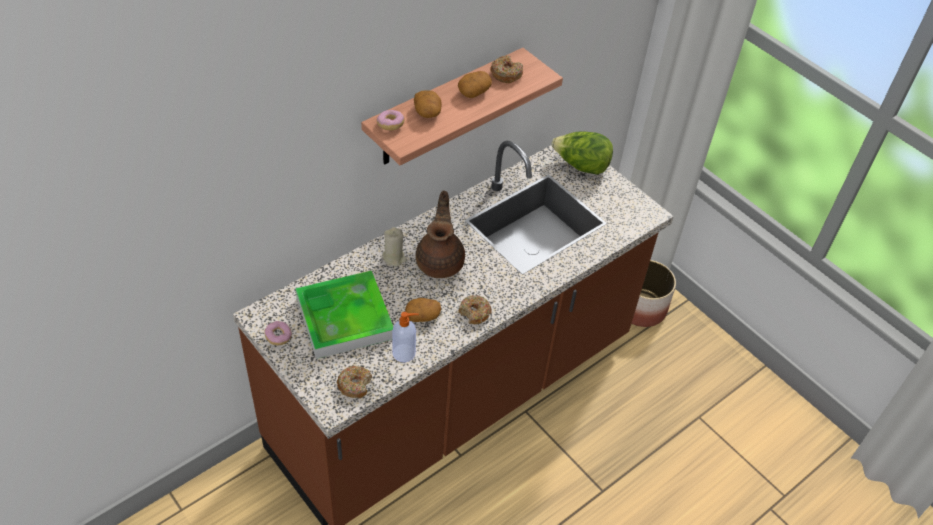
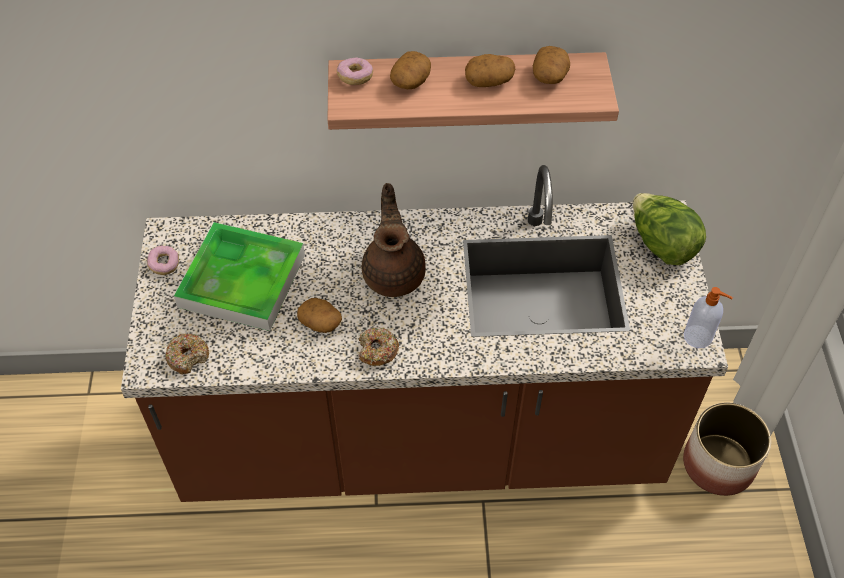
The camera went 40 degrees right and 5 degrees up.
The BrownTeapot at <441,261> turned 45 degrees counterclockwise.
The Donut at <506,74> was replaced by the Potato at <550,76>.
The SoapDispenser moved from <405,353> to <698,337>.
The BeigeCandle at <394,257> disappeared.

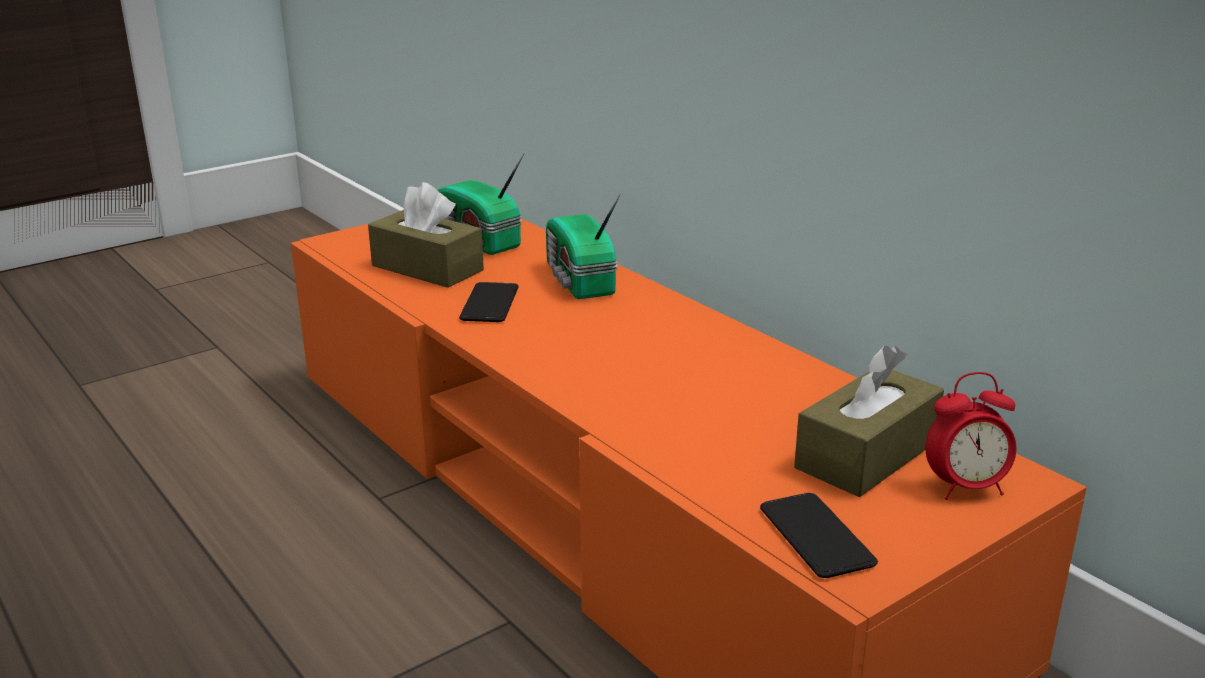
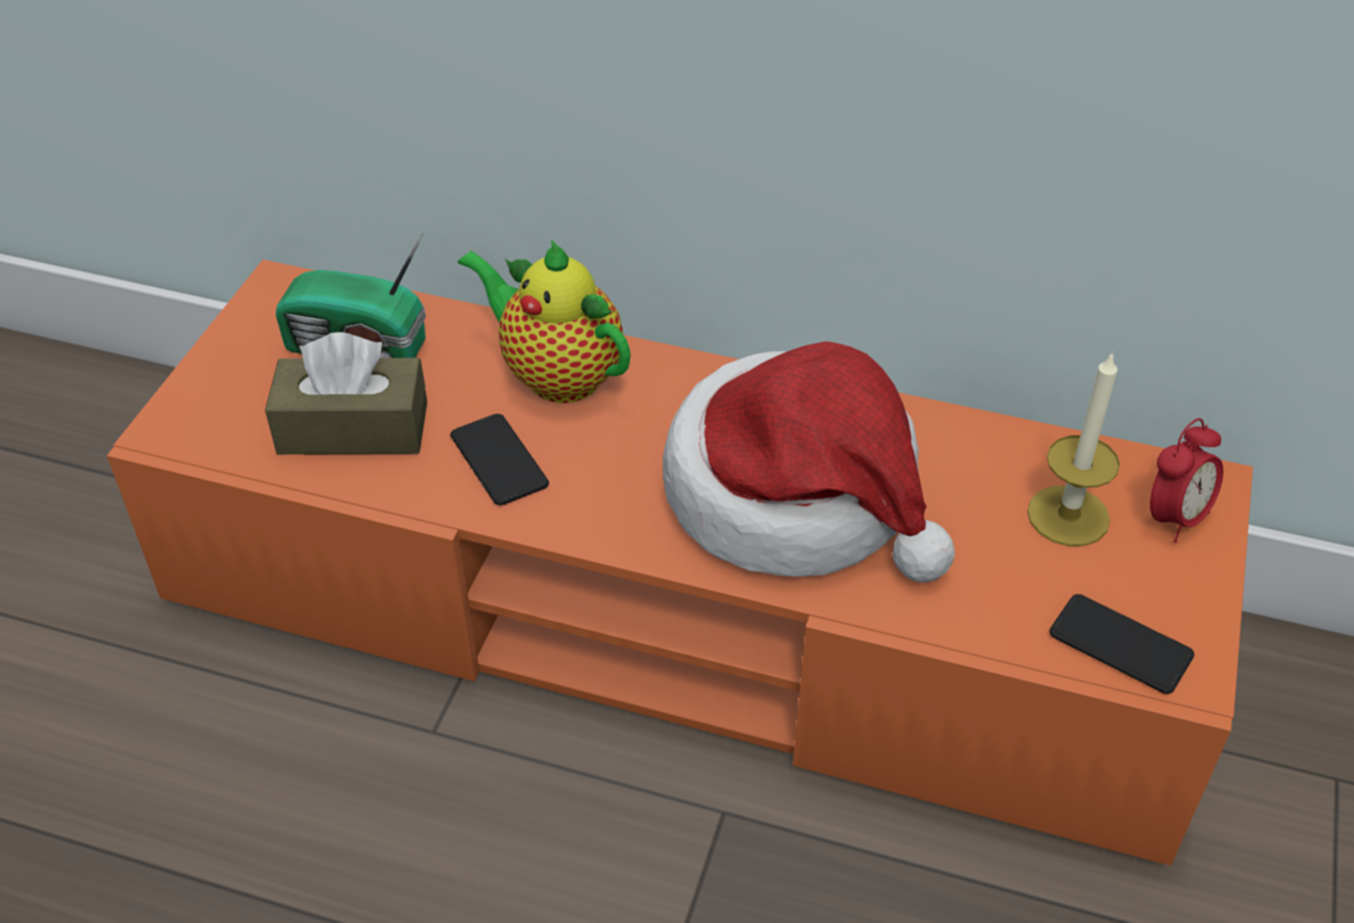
The camera went 35 degrees left and 20 degrees up.
The Radio at <578,281> was replaced by the Teapot at <556,374>.
The Hat at <798,496> appeared.
The BrownTissueBox at <866,455> was replaced by the Candle at <1068,516>.

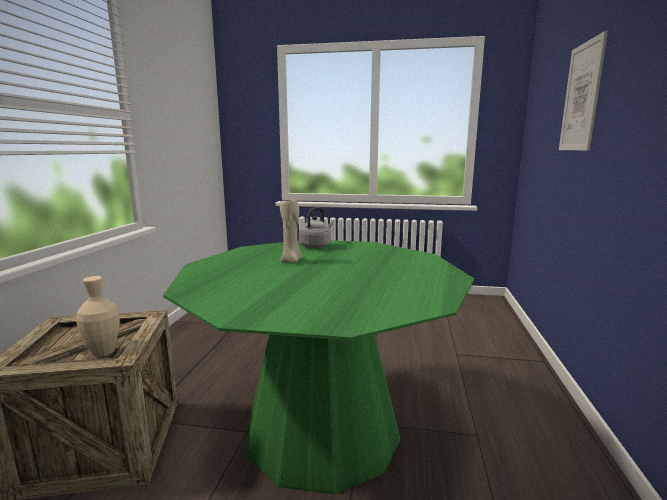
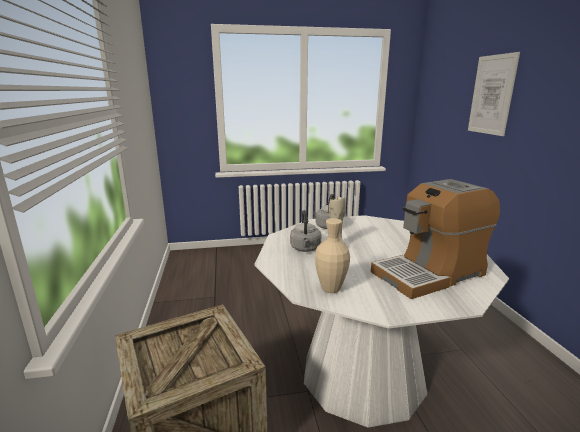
The camera went 20 degrees left and 5 degrees up.
The GreenDiningTable at <322,431> became the WhiteDiningTable at <363,374>.
The GreyKettle at <305,249> appeared.
The BeigeVase moved from <103,352> to <331,289>.
The CoffeeMachine at <429,273> appeared.

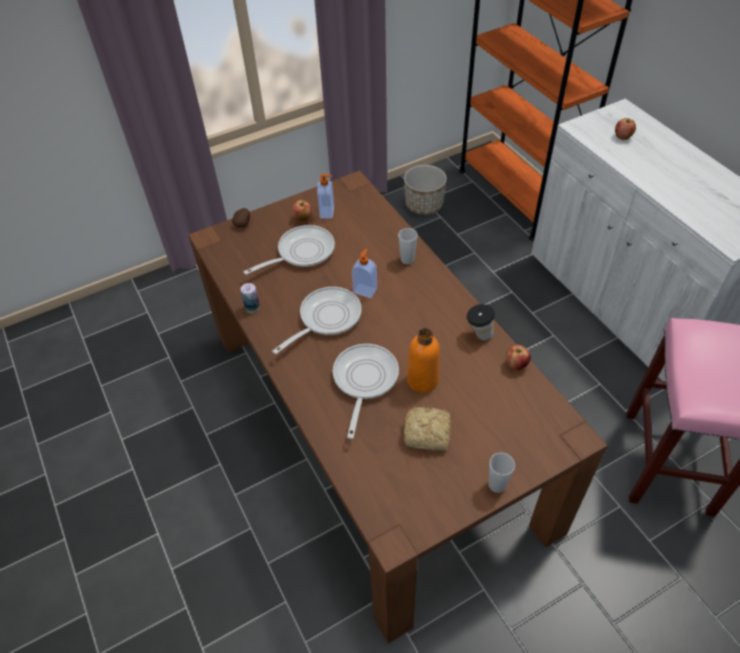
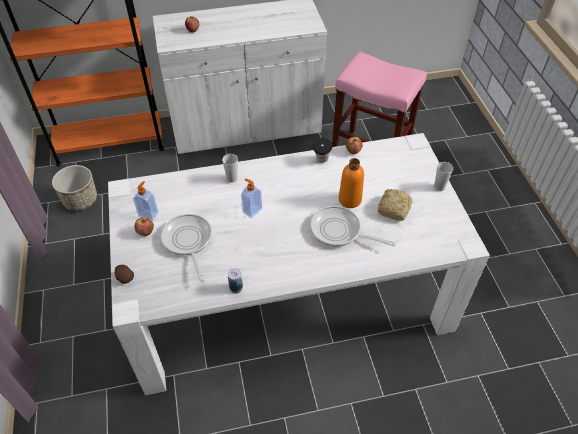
The camera went 75 degrees left and 0 degrees up.
The BrownDiningTable at <374,425> became the WhiteDiningTable at <288,295>.
The FryingPan at <326,319> disappeared.

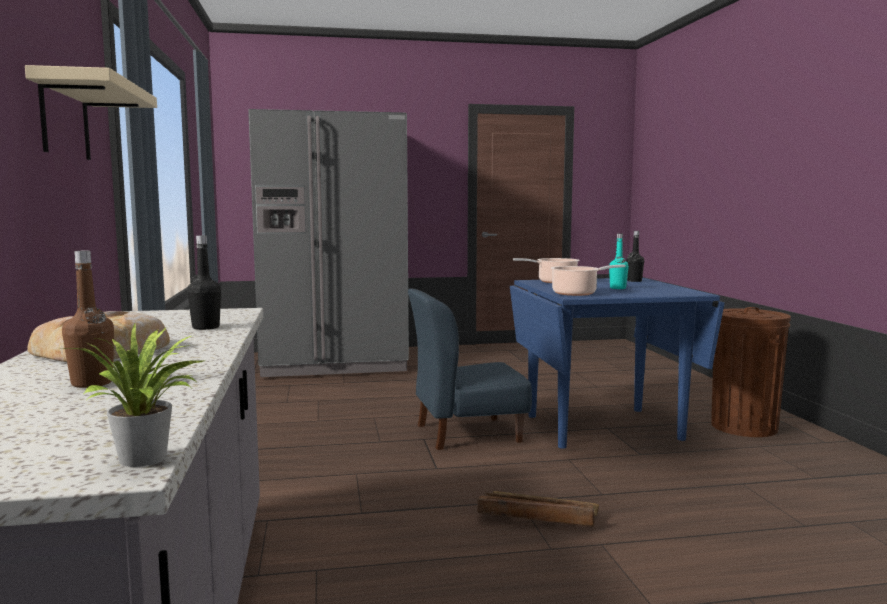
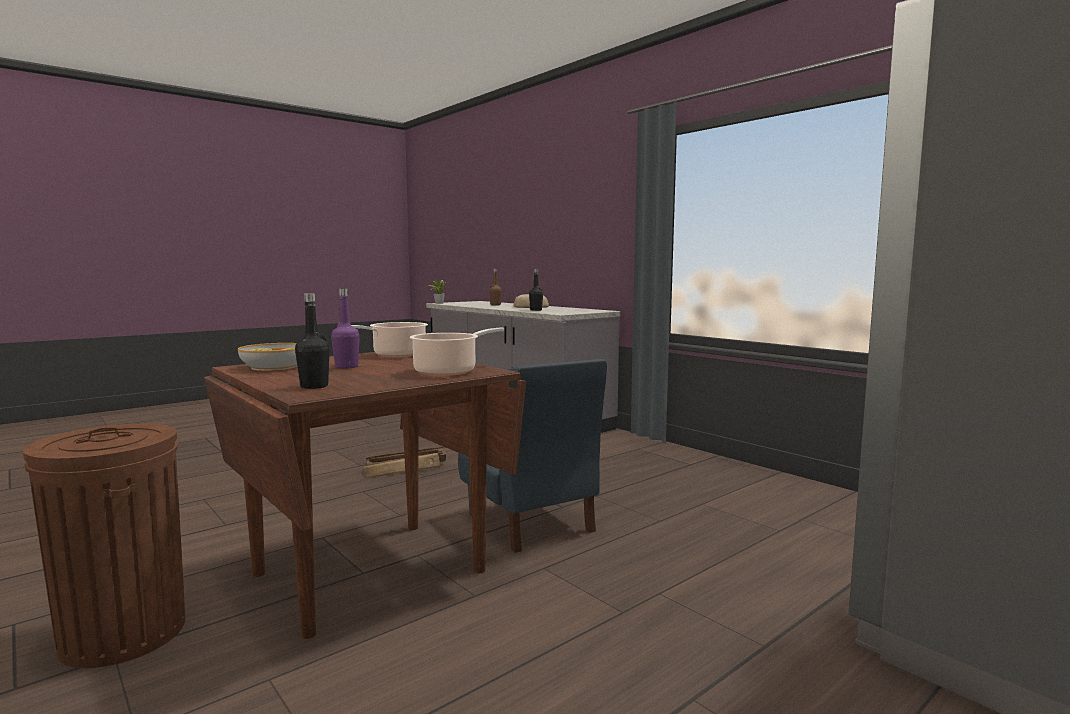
The camera went 150 degrees right and 0 degrees up.
The BlueDiningTable at <602,427> became the BrownDiningTable at <370,573>.
The Bowl at <275,367> appeared.
The TurquoiseBottle at <618,288> became the PurpleBottle at <346,367>.
The BlueChair at <467,433> turned 105 degrees clockwise.
The BeigeShelf at <65,119> disappeared.

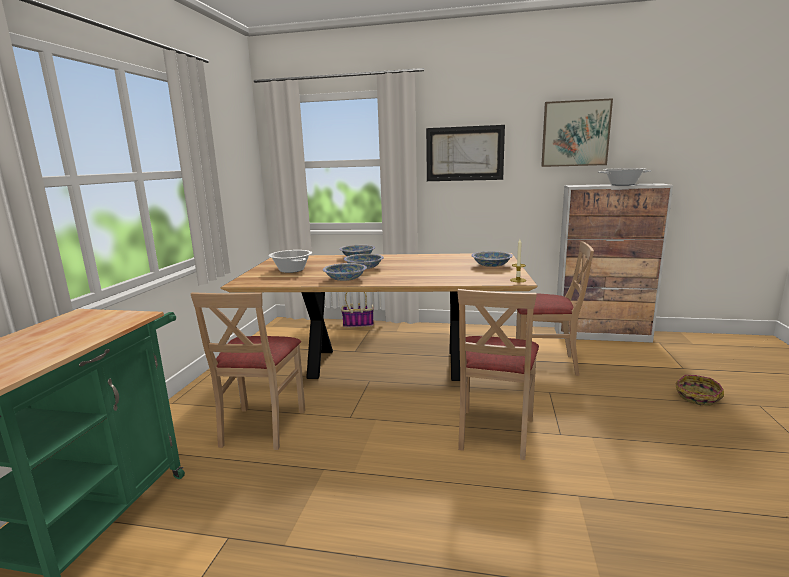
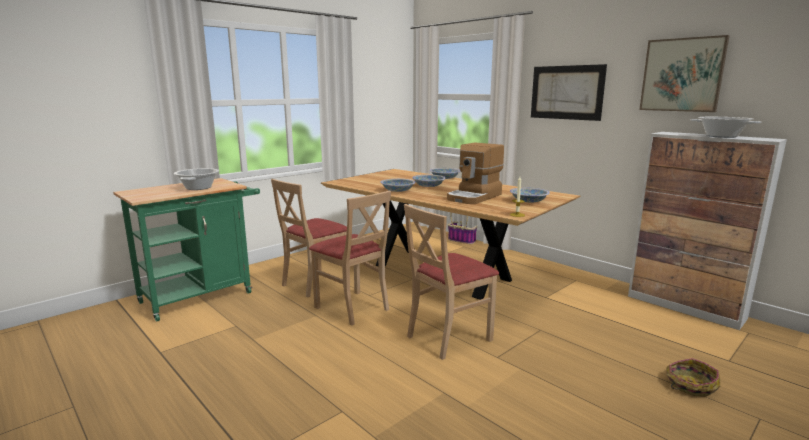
The camera went 35 degrees right and 0 degrees up.
The CookingPot moved from <292,270> to <199,188>.
The BeigeChair moved from <545,364> to <352,308>.
The CoffeeMachine at <474,197> appeared.

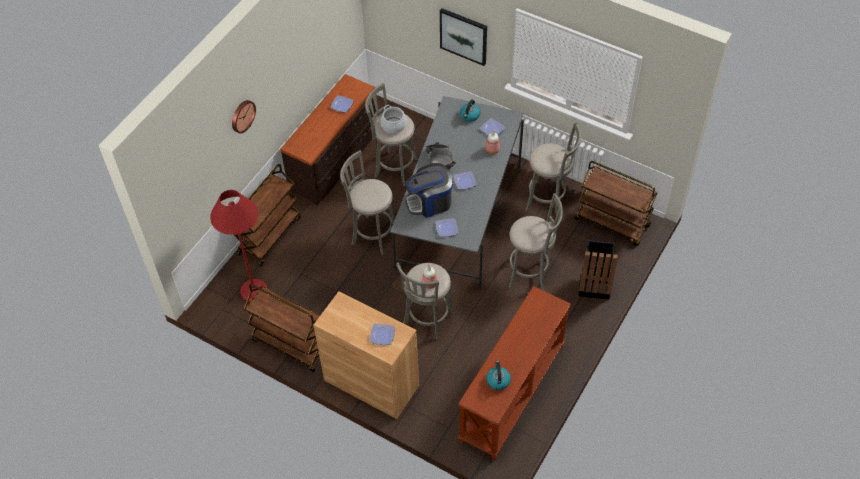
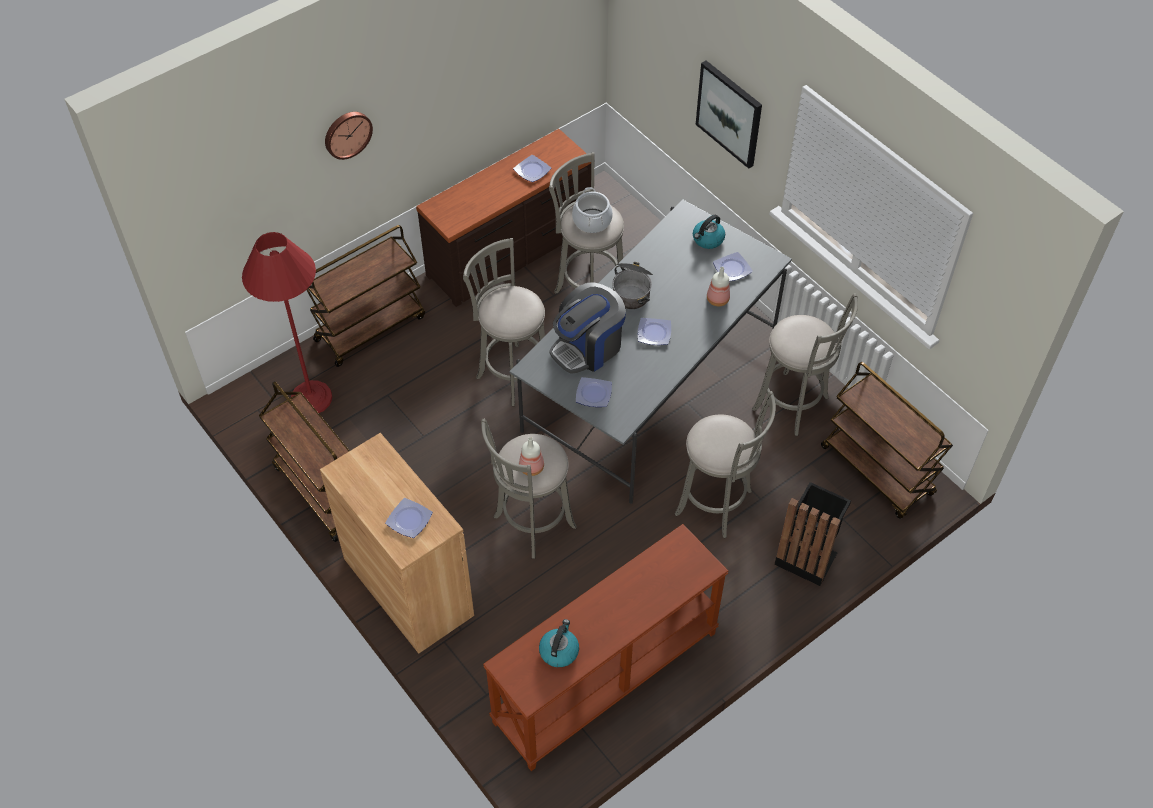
The camera went 20 degrees right and 0 degrees up.
The CoffeeMachine at <430,202> turned 45 degrees counterclockwise.

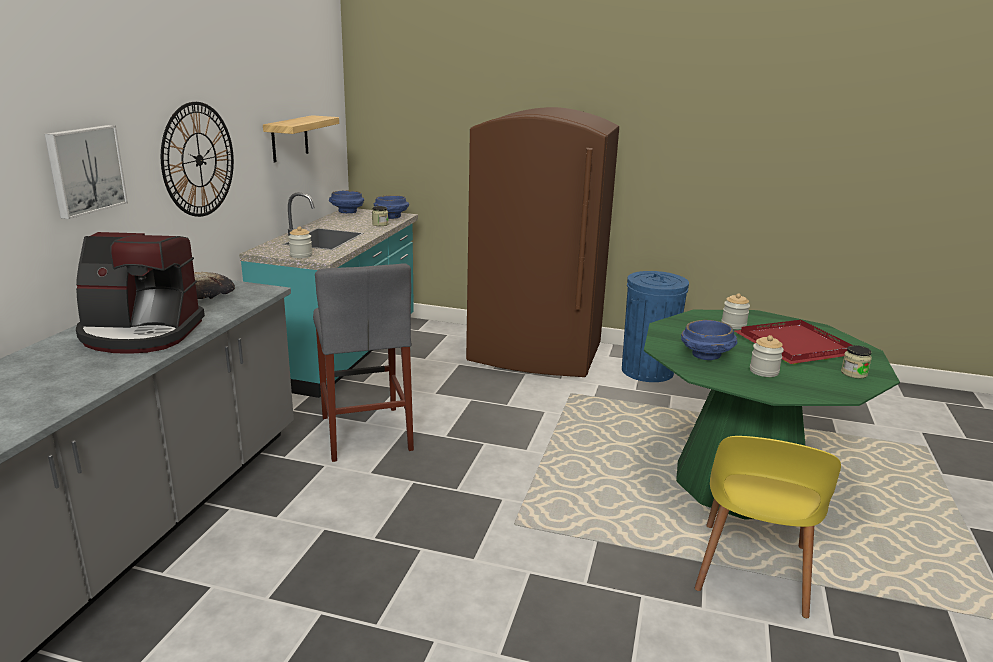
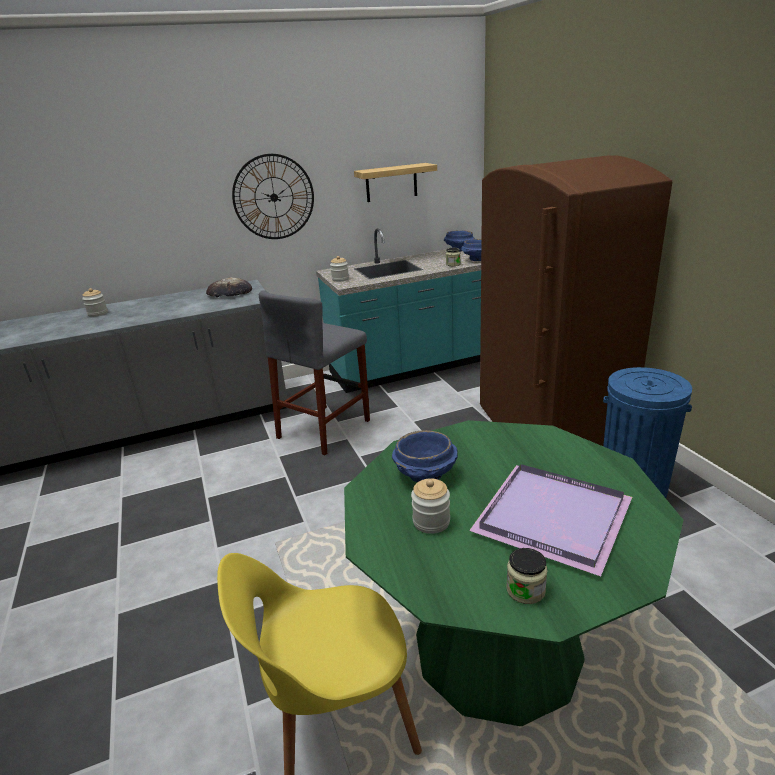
The camera went 55 degrees right and 5 degrees up.
The Jar moved from <733,325> to <97,313>.
The RedTray at <795,344> became the PurpleTray at <555,517>.
The Picture at <84,170> disappeared.
The CoffeeMachine at <140,333> disappeared.

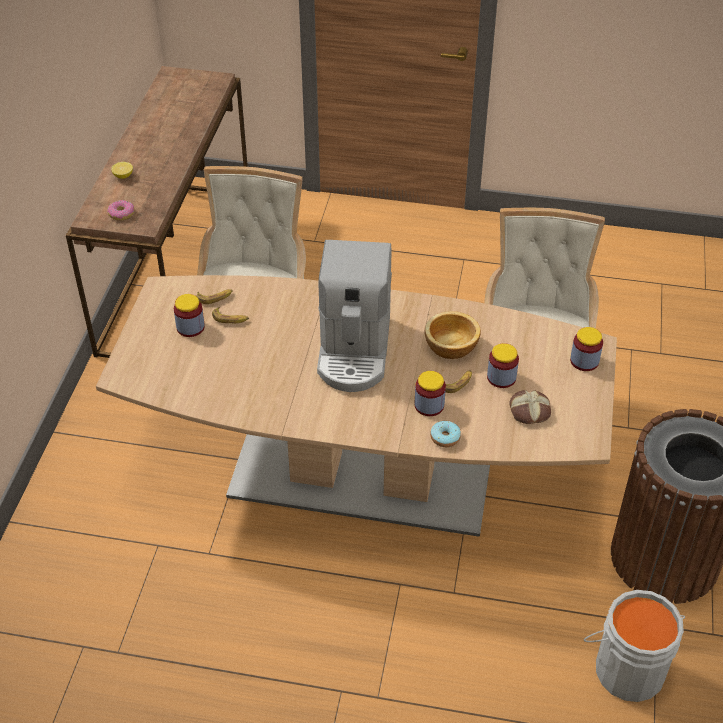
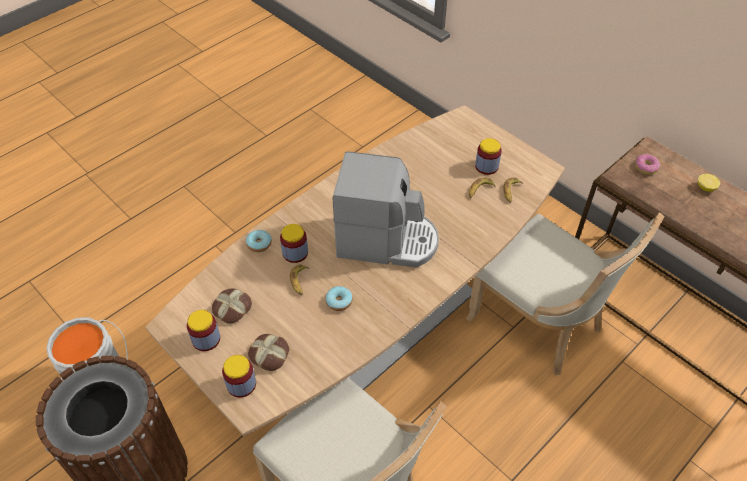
The camera went 125 degrees right and 5 degrees up.
The Jar moved from <501,377> to <206,339>.
The Bread at <270,354> appeared.
The Bowl at <450,347> was replaced by the Donut at <339,301>.
The CoffeeMachine at <354,351> turned 150 degrees clockwise.

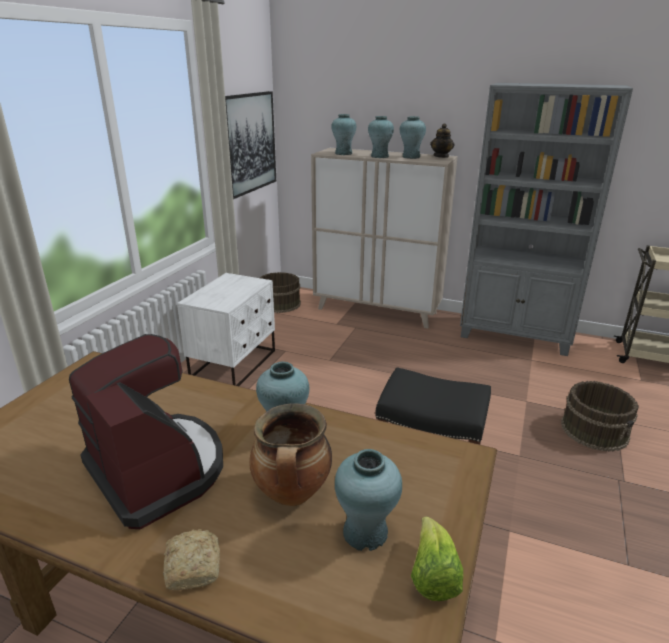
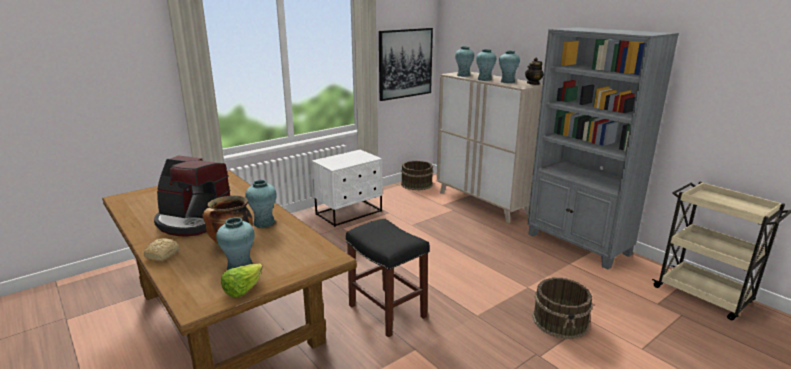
The camera went 30 degrees right and 5 degrees down.
The CoffeeMachine at <158,470> turned 120 degrees clockwise.

